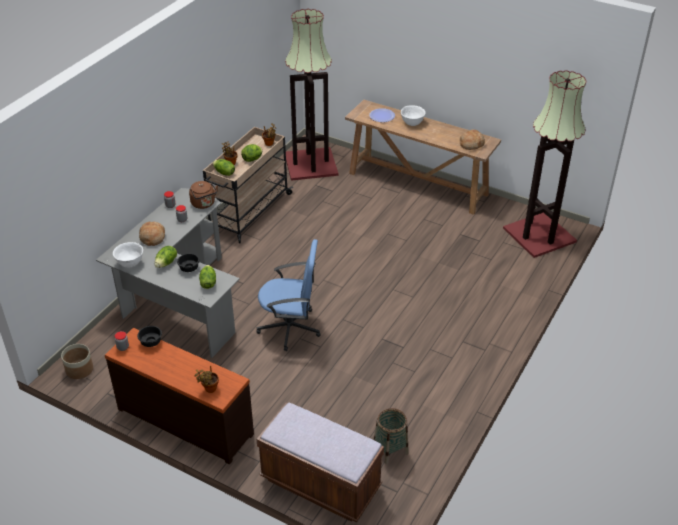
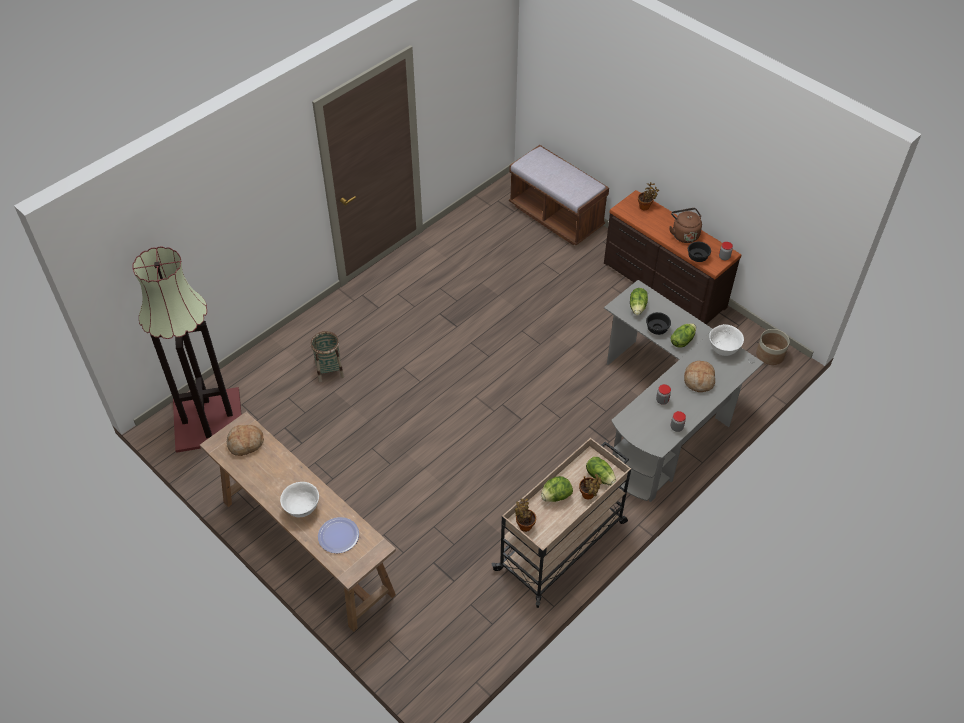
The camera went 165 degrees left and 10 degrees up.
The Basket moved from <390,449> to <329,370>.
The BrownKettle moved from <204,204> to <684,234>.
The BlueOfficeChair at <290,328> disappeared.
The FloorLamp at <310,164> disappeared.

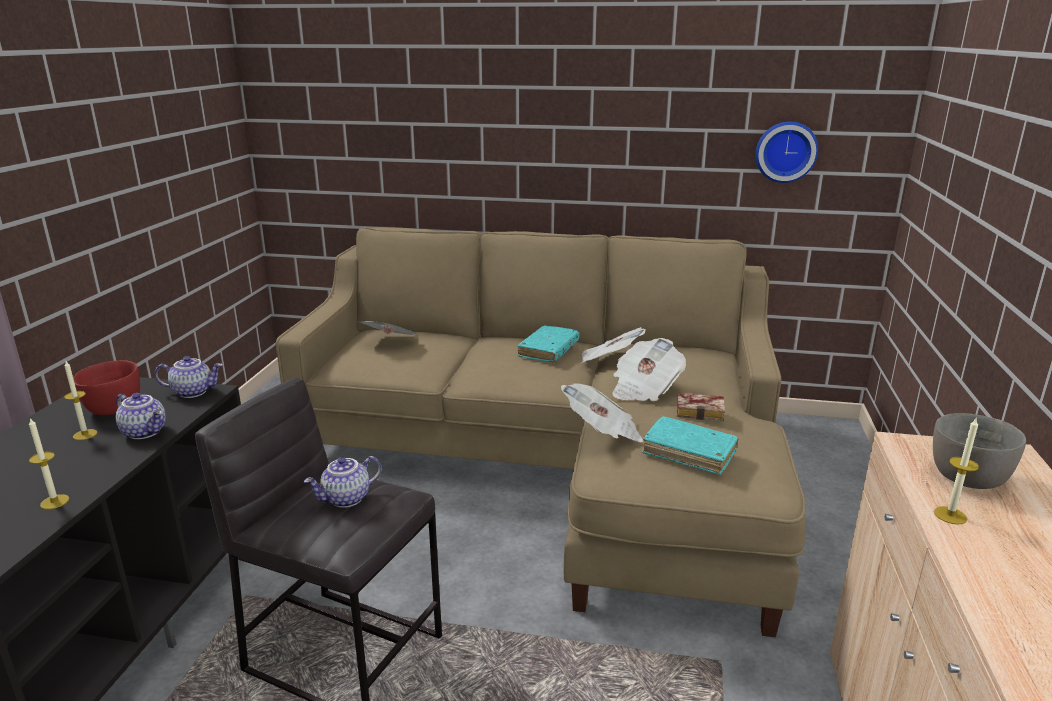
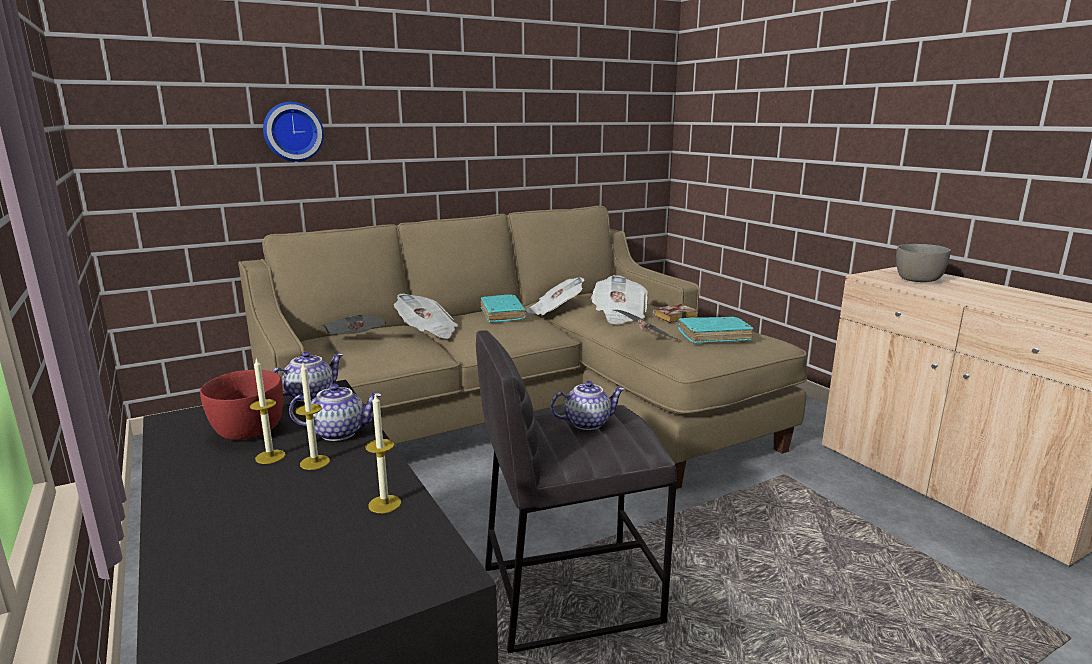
The camera went 40 degrees left and 5 degrees down.
The WallClock moved from <785,151> to <293,131>.
The Candle moved from <950,515> to <315,462>.
The Newspaper at <427,332> appeared.
The Teapot at <346,499> turned 120 degrees counterclockwise.

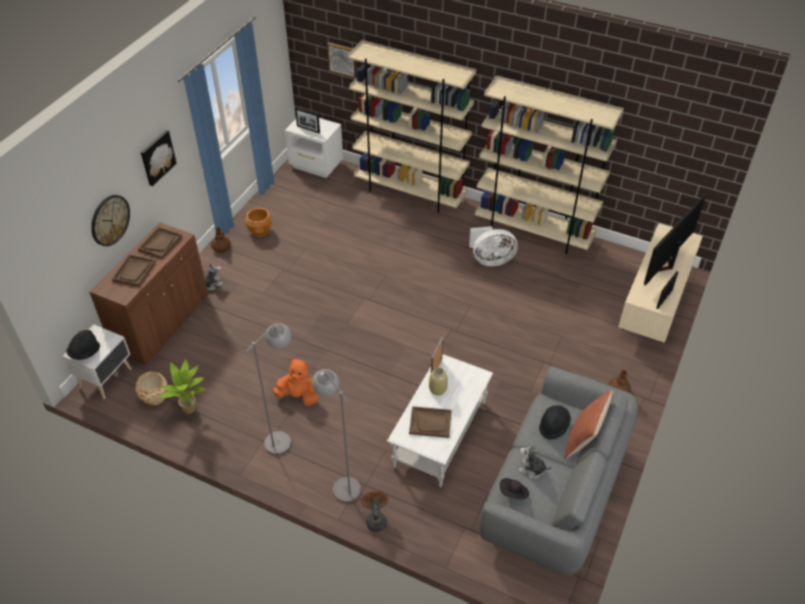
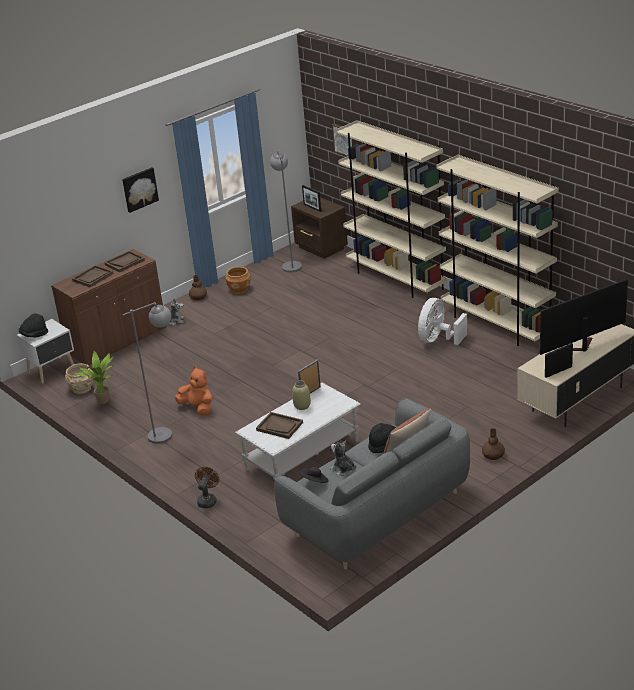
The camera went 25 degrees right and 15 degrees down.
The GreyFloorLamp moved from <341,482> to <290,264>.
The WhiteNightstand at <316,166> became the BrownNightstand at <321,248>.
The WhiteFan at <490,260> turned 105 degrees clockwise.
The WallClock at <110,220> disappeared.

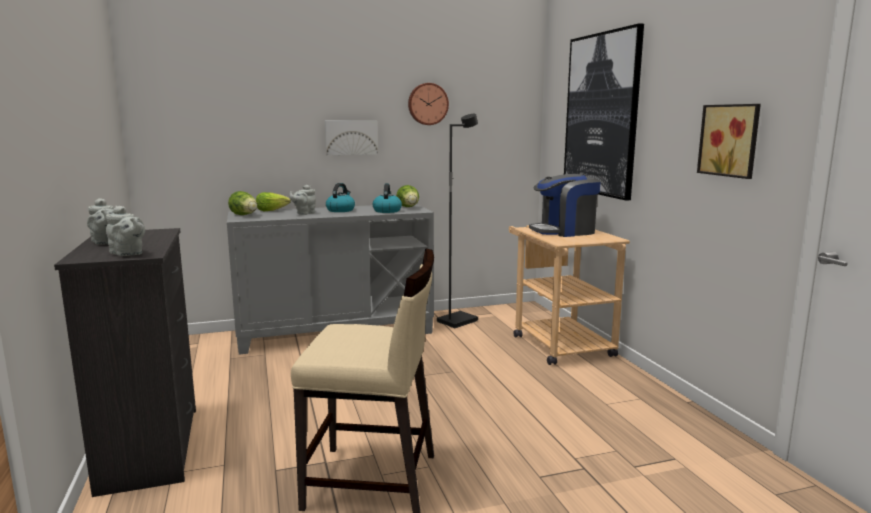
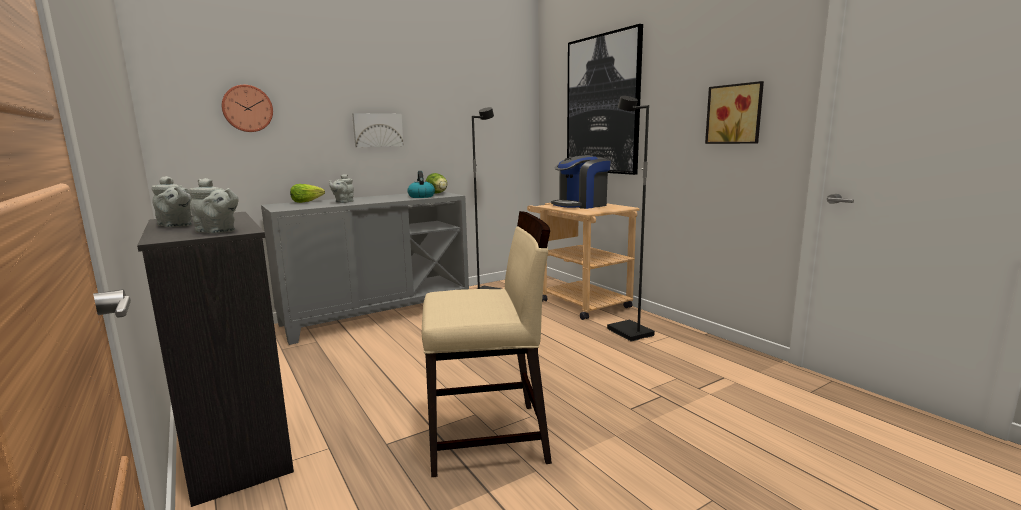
The camera went 15 degrees left and 0 degrees up.
The WallClock moved from <427,104> to <247,108>.
The BlackFloorLamp at <629,332> appeared.
The Lettuce at <245,215> disappeared.
The Kettle at <340,210> disappeared.

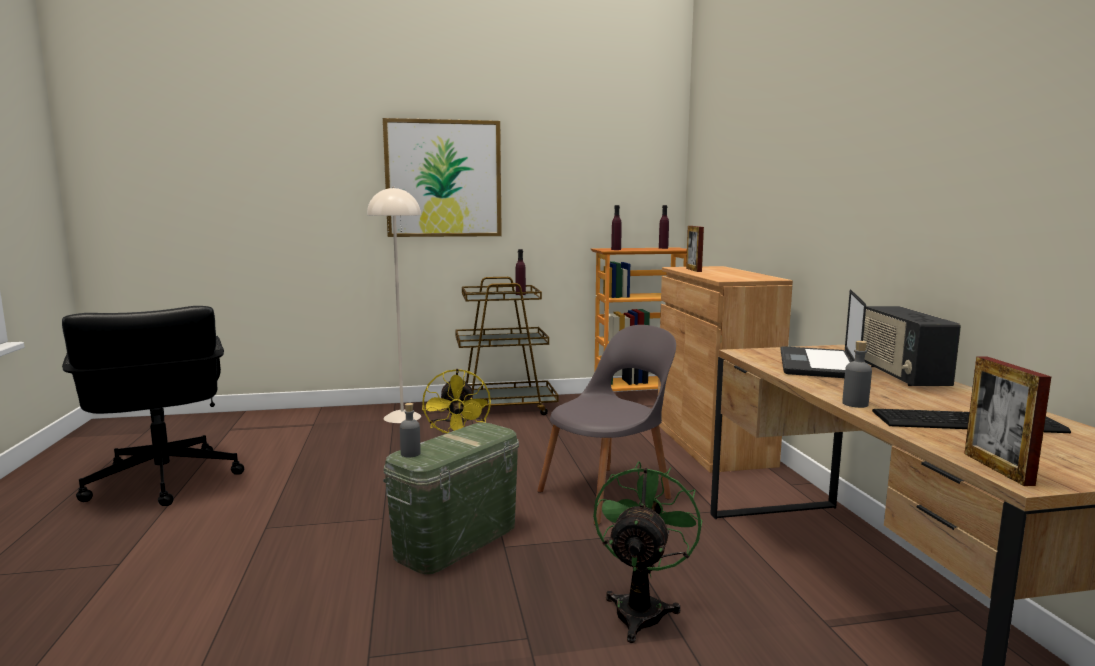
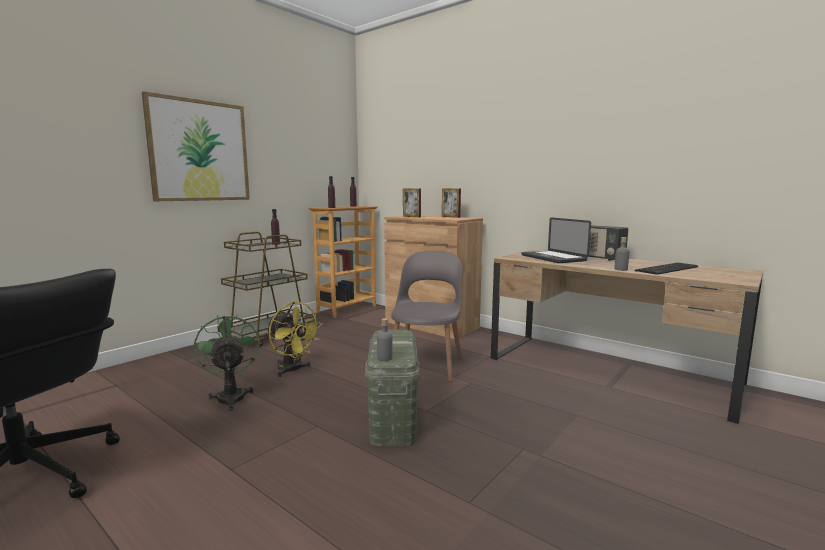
The camera went 40 degrees left and 0 degrees up.
The GreenFan moved from <641,608> to <231,396>.
The PictureFrame moved from <997,468> to <450,217>.
The BeigeFloorLamp at <402,417> disappeared.

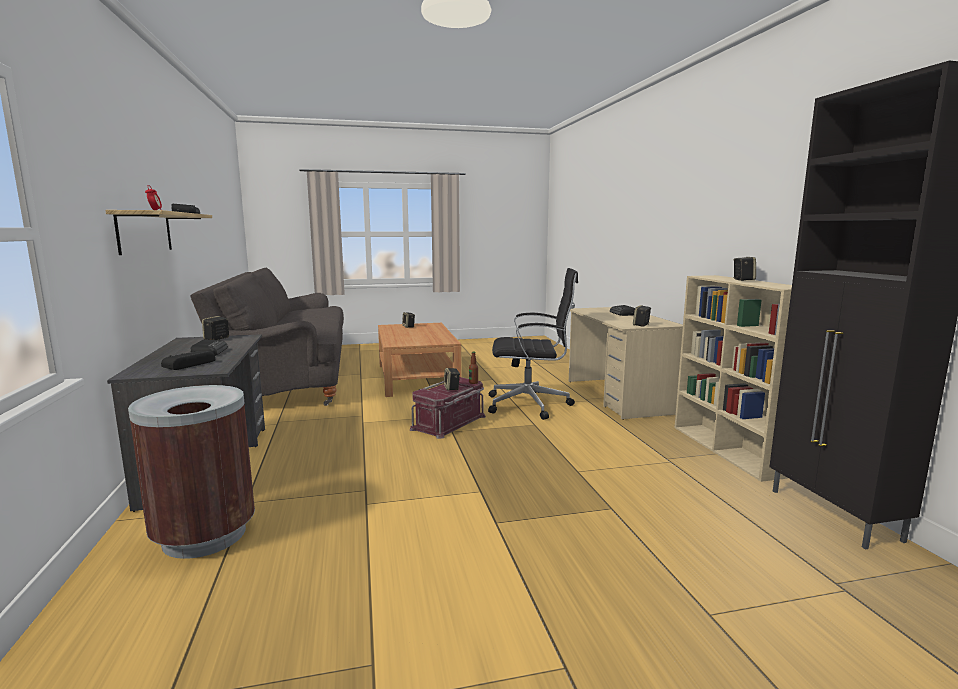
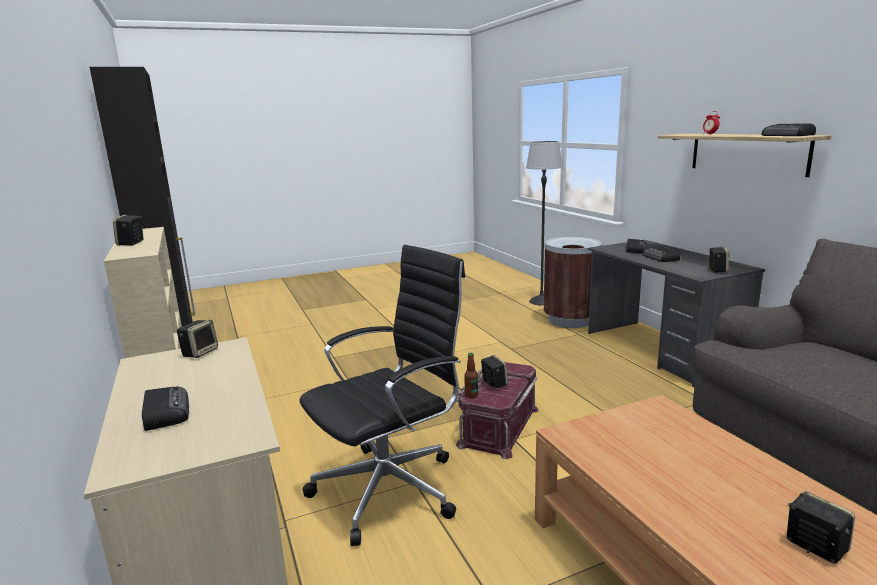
The camera went 170 degrees right and 5 degrees up.
The BlackOfficeChair at <531,405> turned 150 degrees clockwise.
The FloorLamp at <541,301> appeared.

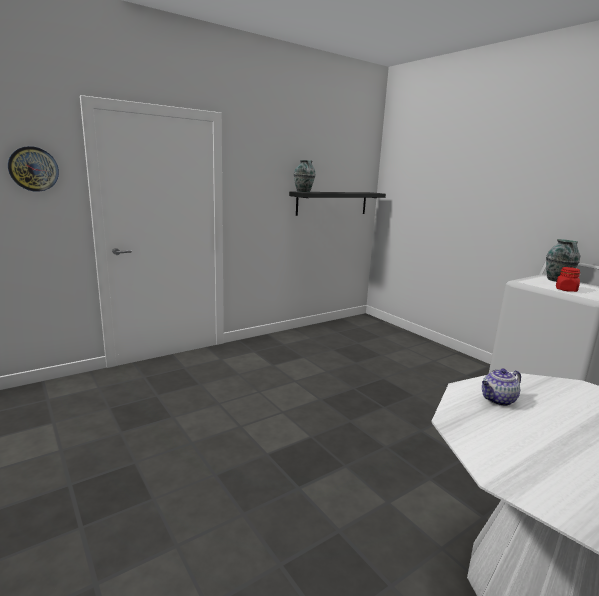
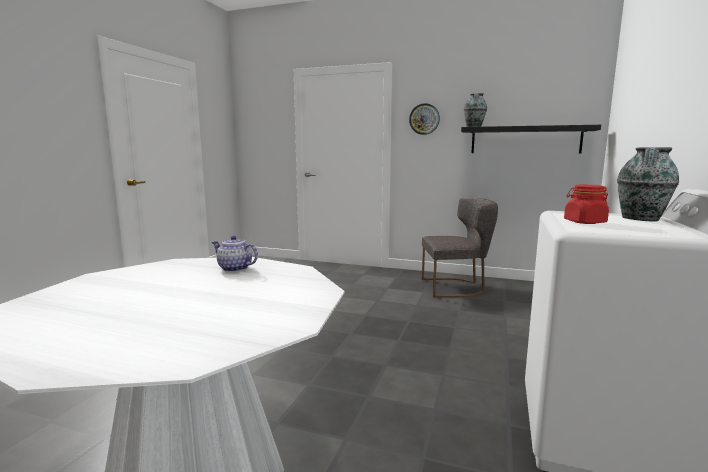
The camera went 55 degrees right and 5 degrees down.
The WallClock moved from <33,169> to <424,119>.
The GreyChair at <456,287> appeared.

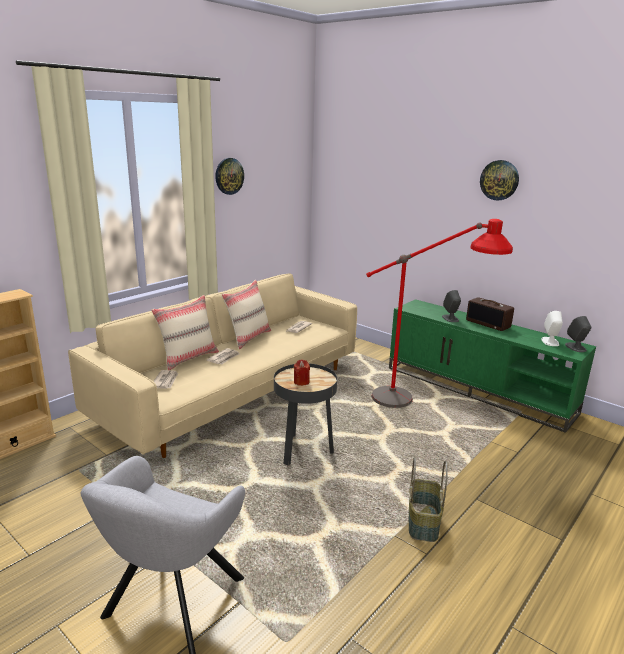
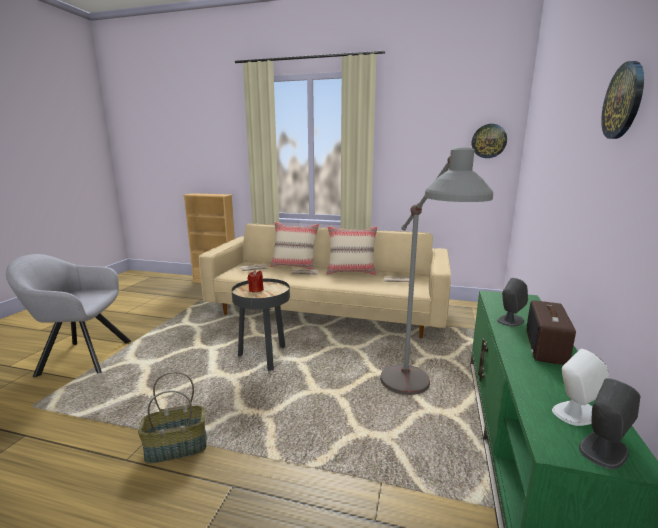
The camera went 65 degrees right and 5 degrees down.
The RedFloorLamp at <421,404> became the GreyFloorLamp at <414,403>.
The WallClock moved from <229,176> to <489,141>.

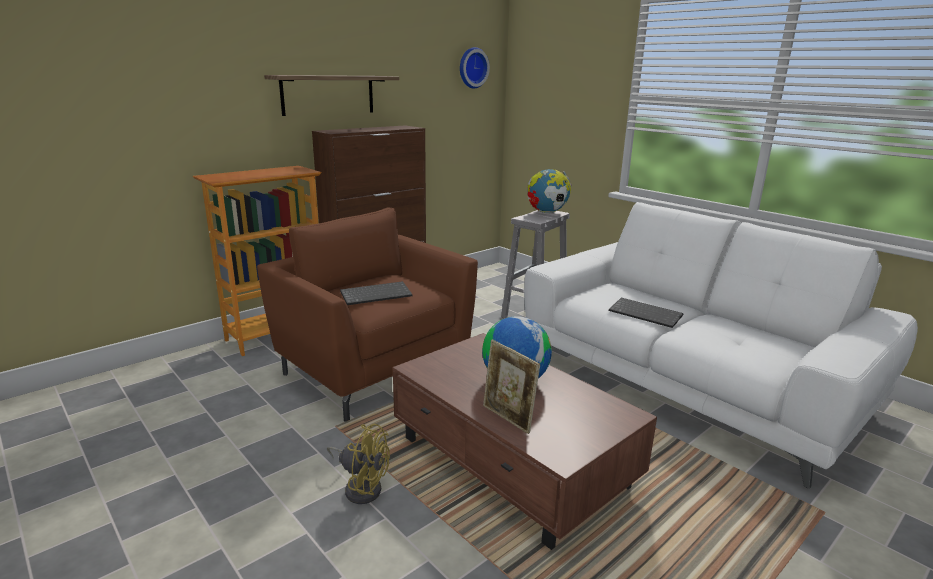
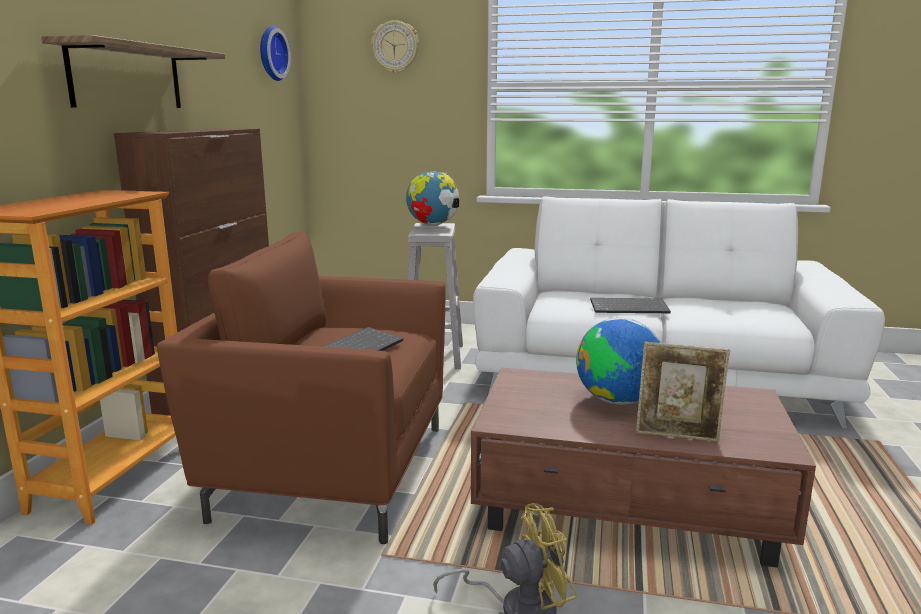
The camera went 35 degrees left and 5 degrees down.
The WallClock at <395,47> appeared.

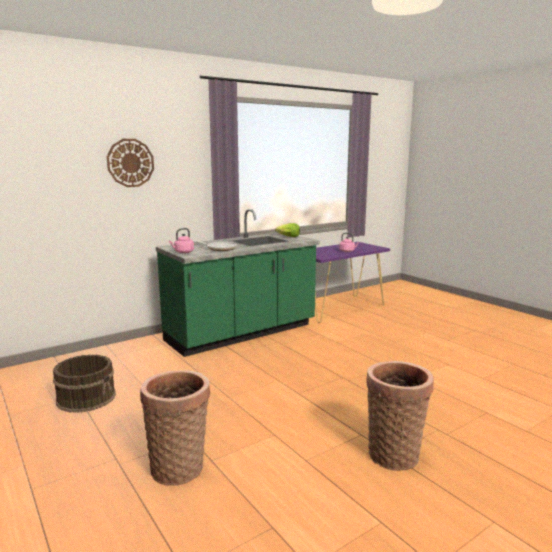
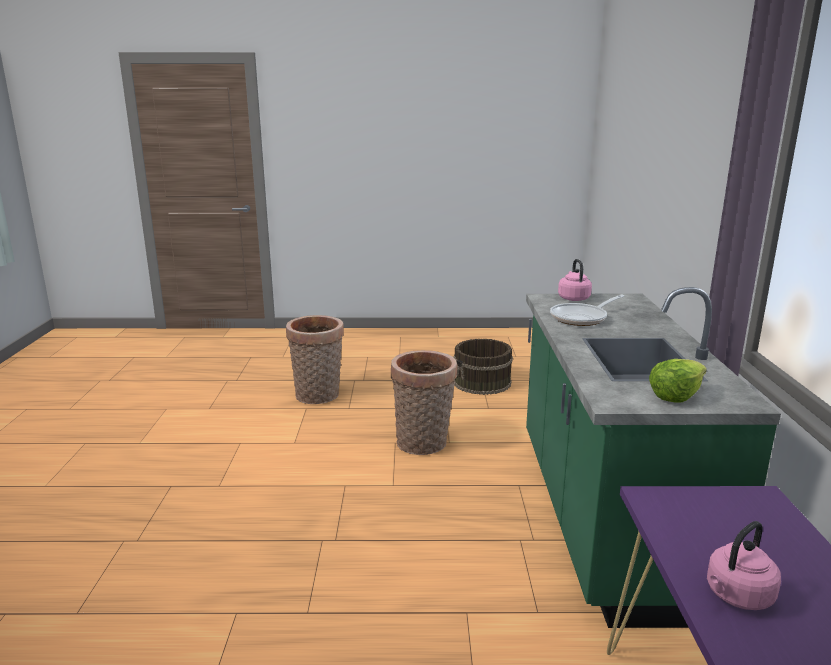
The camera went 125 degrees right and 5 degrees up.
The Basket moved from <394,453> to <423,444>.
The WallClock at <130,163> disappeared.

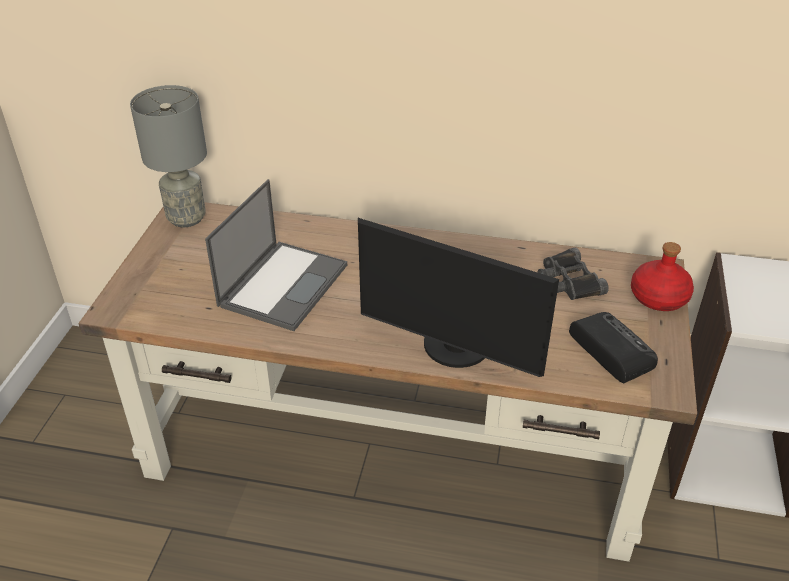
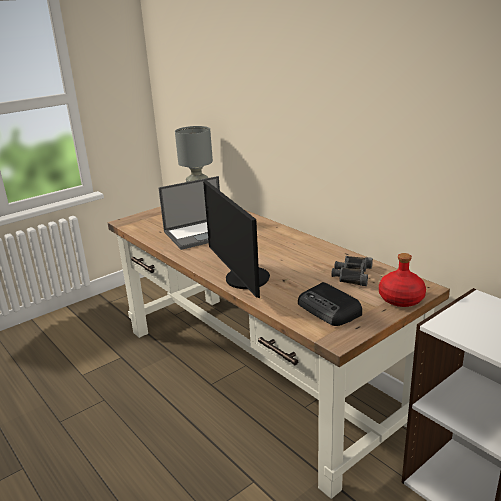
The camera went 40 degrees right and 15 degrees down.
The Radio at <610,350> turned 135 degrees clockwise.

